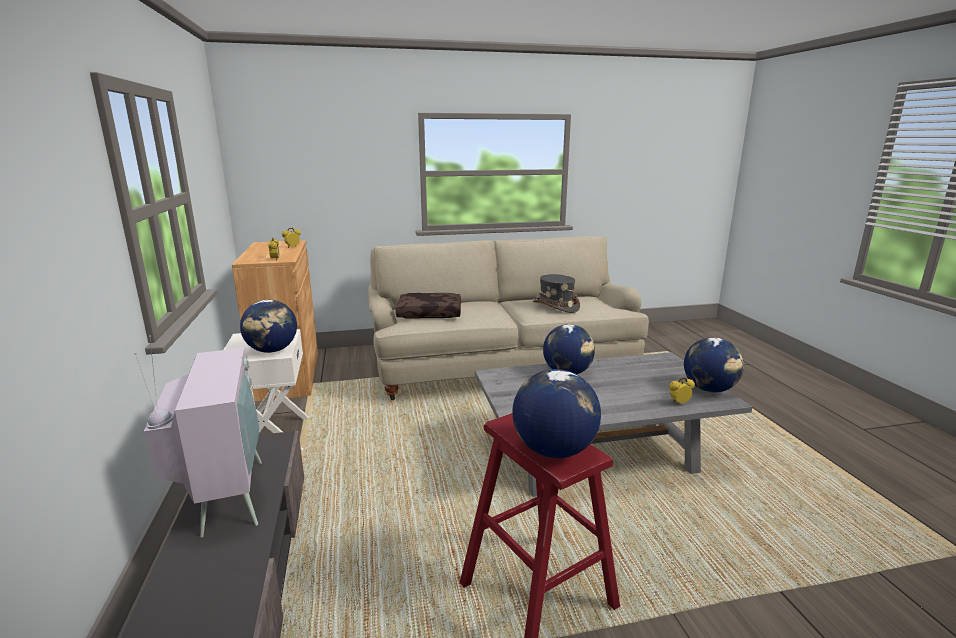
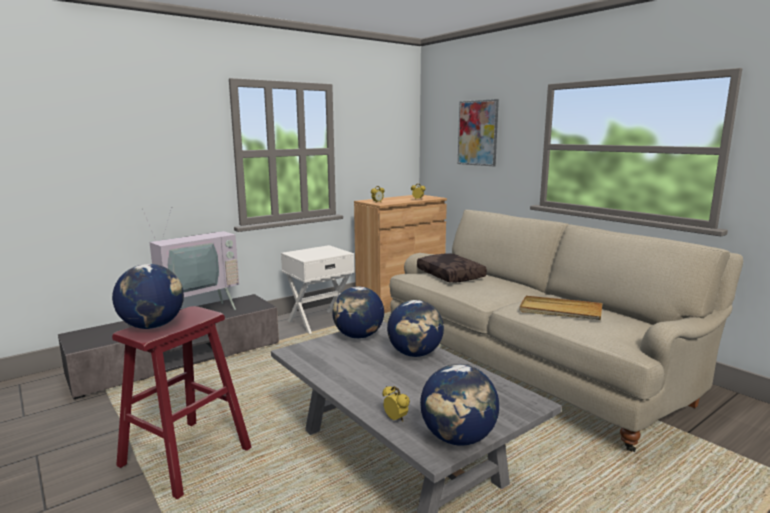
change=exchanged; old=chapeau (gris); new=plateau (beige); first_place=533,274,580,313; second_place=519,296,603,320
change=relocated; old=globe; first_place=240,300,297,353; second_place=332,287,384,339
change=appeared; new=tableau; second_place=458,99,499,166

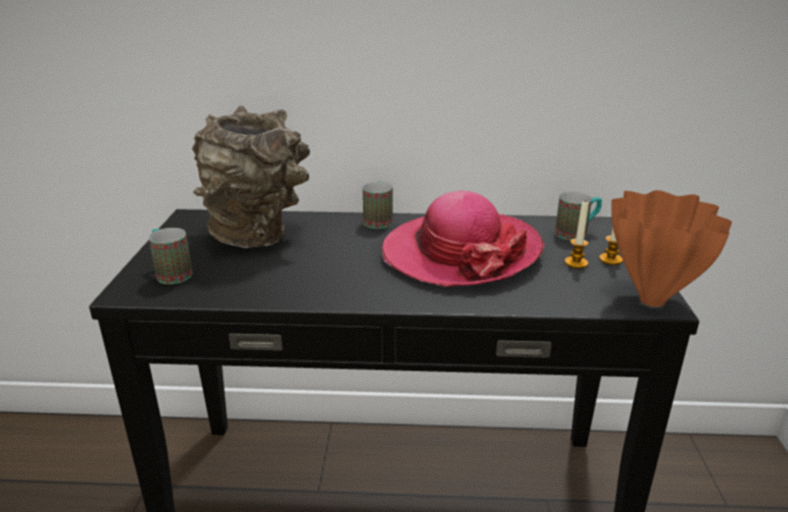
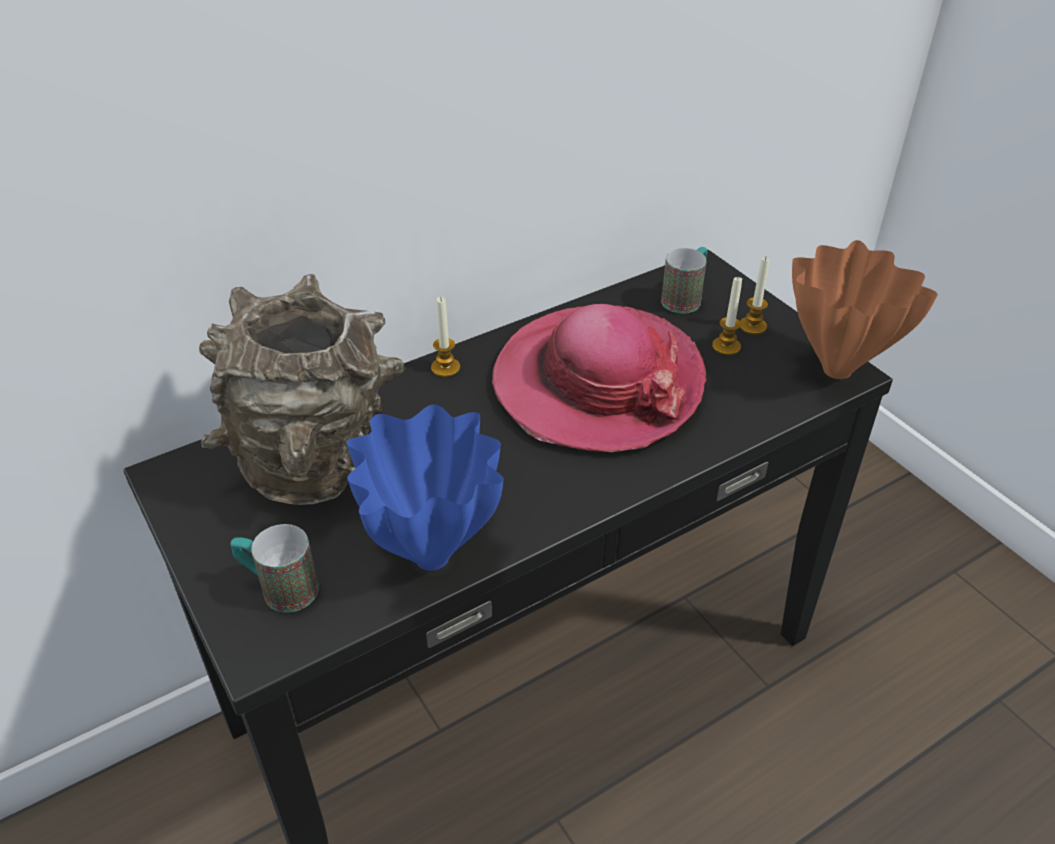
change=exchanged; old=mug; new=bougie; first_place=363,181,393,229; second_place=431,297,460,377
change=appeared; new=vase (bleu); second_place=347,404,504,571

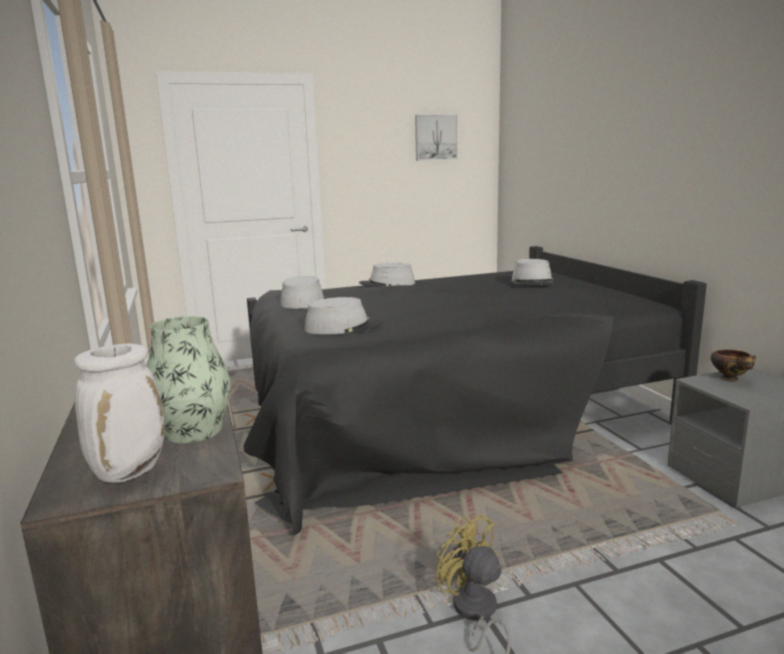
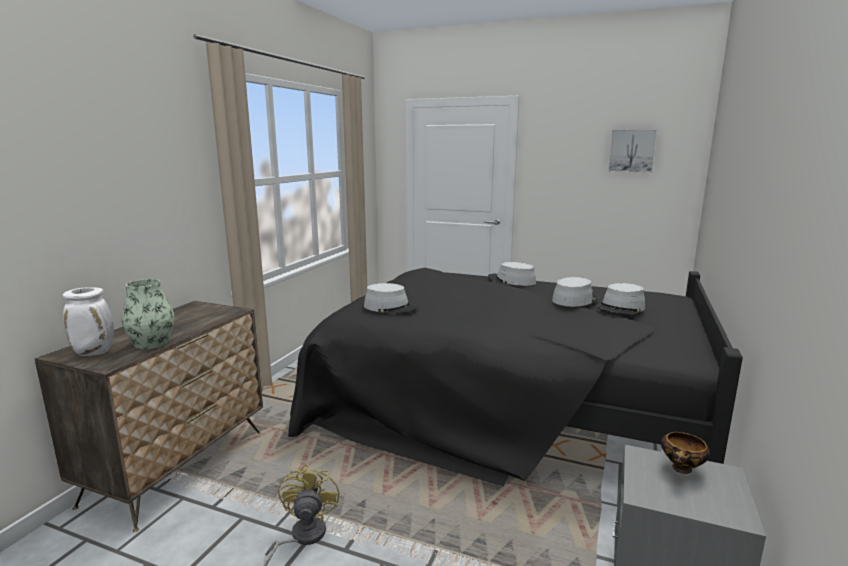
change=relocated; old=chapeau (gris); first_place=280,276,326,309; second_place=552,277,599,307

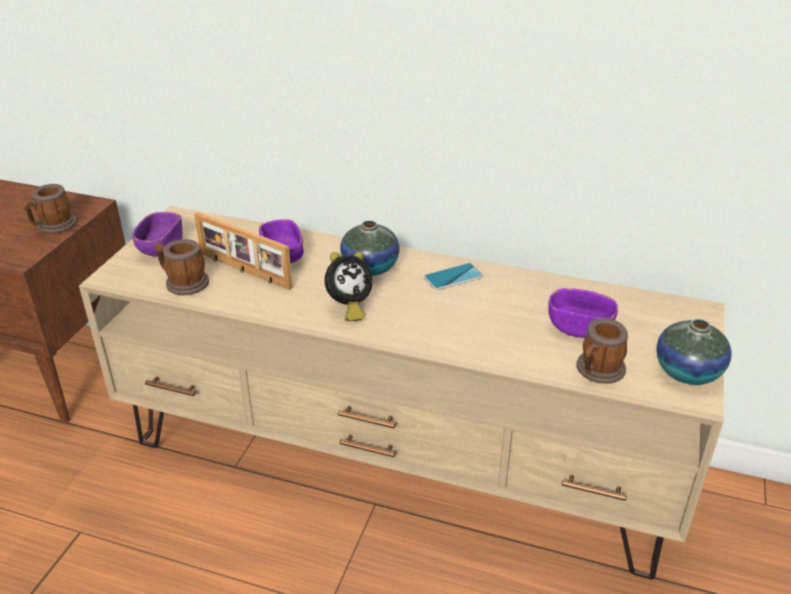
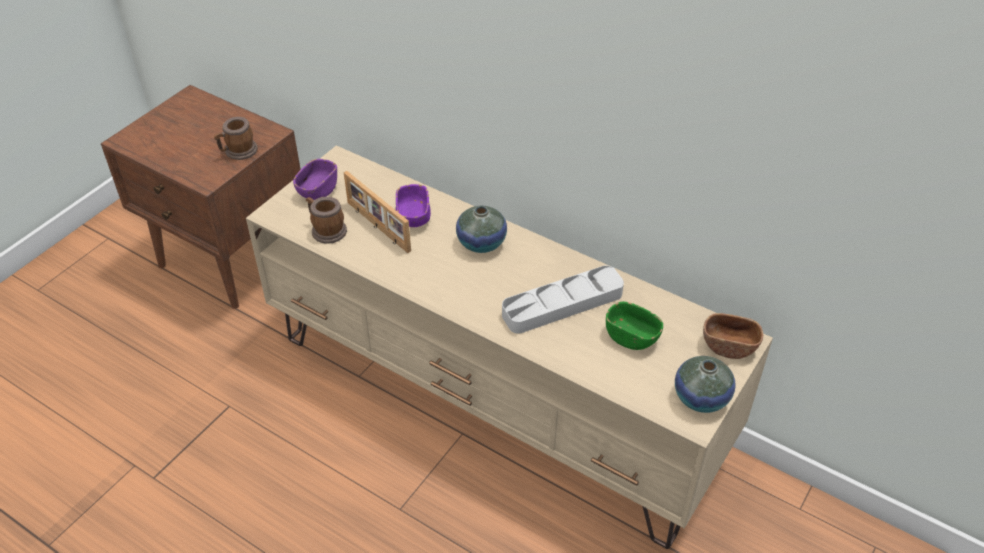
change=missing; old=réveil; first_place=325,252,373,321
change=missing; old=téléphone; first_place=424,263,483,290
change=colour; old=bol (violet); new=bol (vert); first_place=548,288,618,338; second_place=606,302,663,350
change=missing; old=mug; first_place=576,318,628,384
change=appeared; new=plateau (gris); second_place=502,265,624,333
change=appeared; new=bol (marron); second_place=703,313,763,359

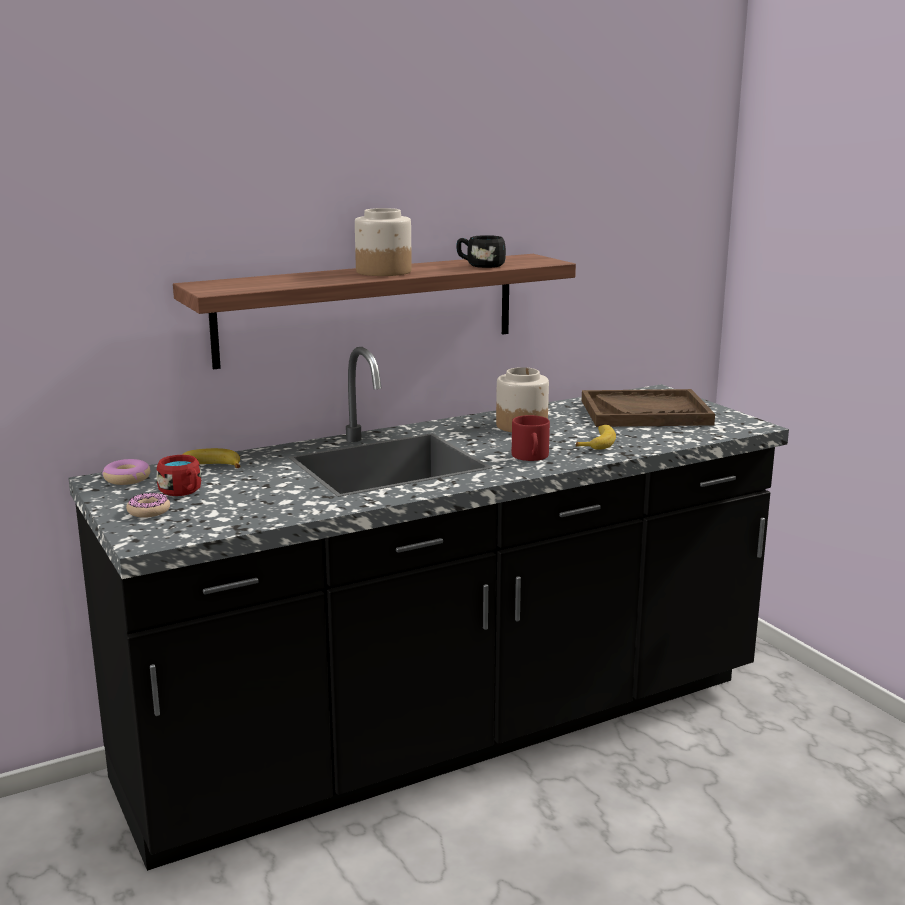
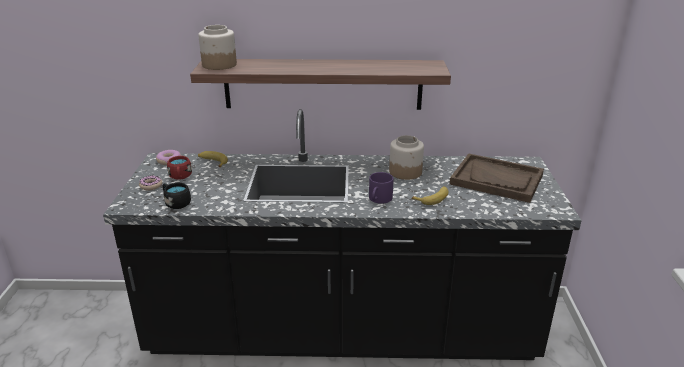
change=relocated; old=bocal; first_place=355,208,412,276; second_place=198,25,237,70
change=relocated; old=mug (noir); first_place=456,235,506,268; second_place=162,183,191,209
change=colour; old=mug (rouge); new=mug (violet); first_place=512,415,550,461; second_place=369,172,393,204

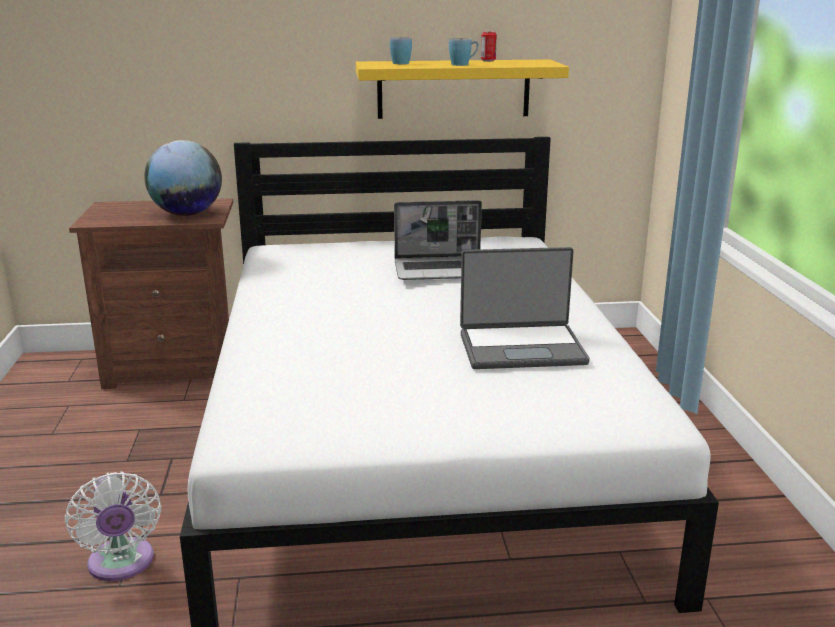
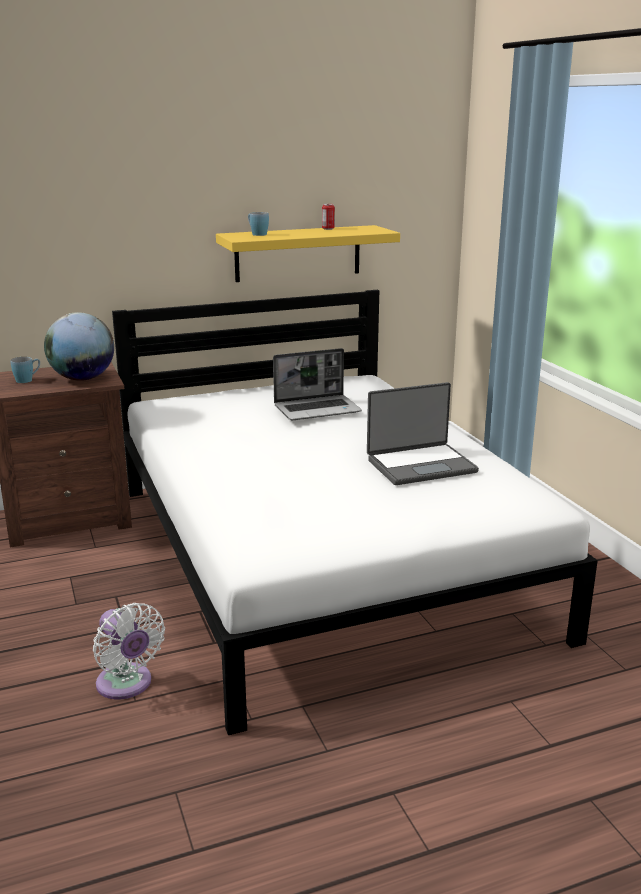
change=relocated; old=mug (bleu); first_place=449,38,479,66; second_place=10,357,40,383

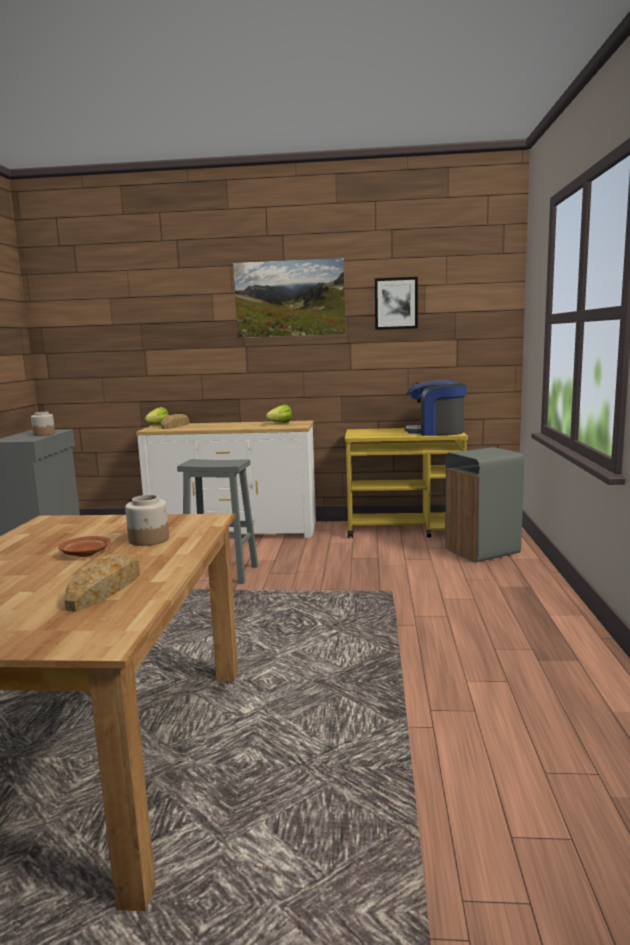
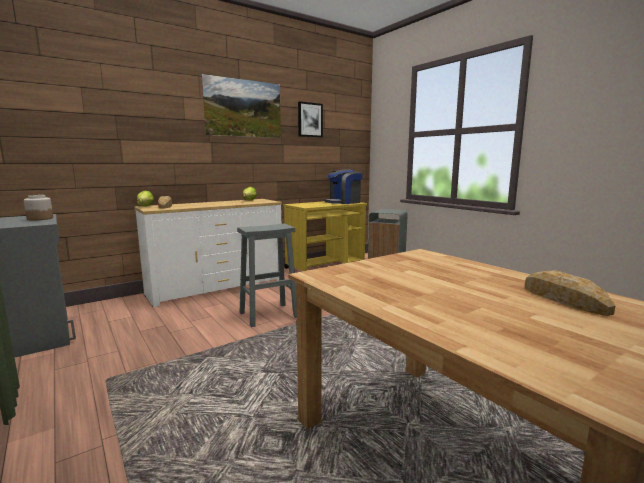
change=missing; old=bocal; first_place=125,495,169,546
change=missing; old=assiette (marron); first_place=58,536,111,557

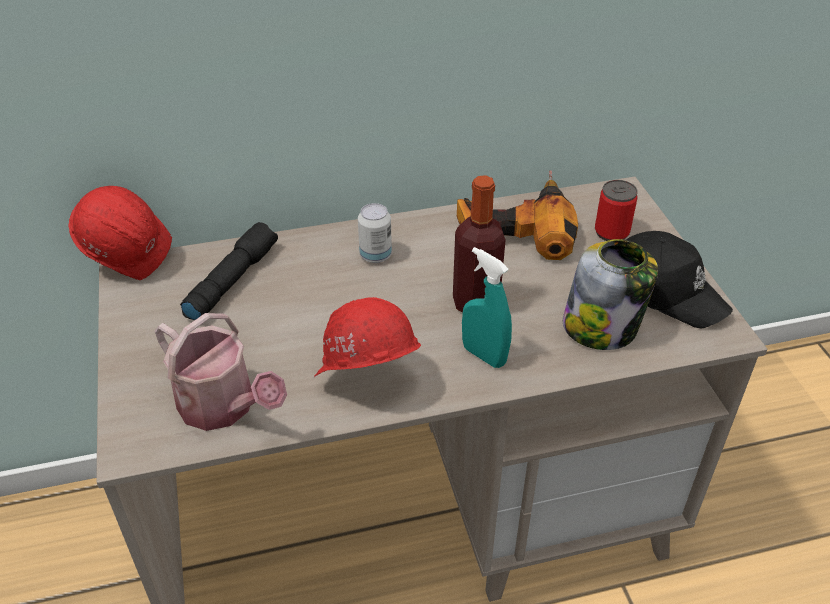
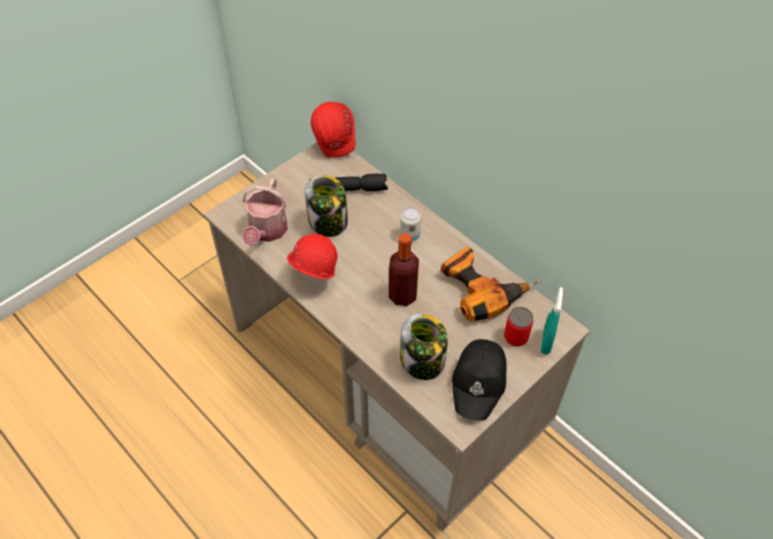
change=relocated; old=vaporisateur (turquoise); first_place=462,247,512,368; second_place=541,287,563,354
change=appeared; new=bocal; second_place=305,175,348,237

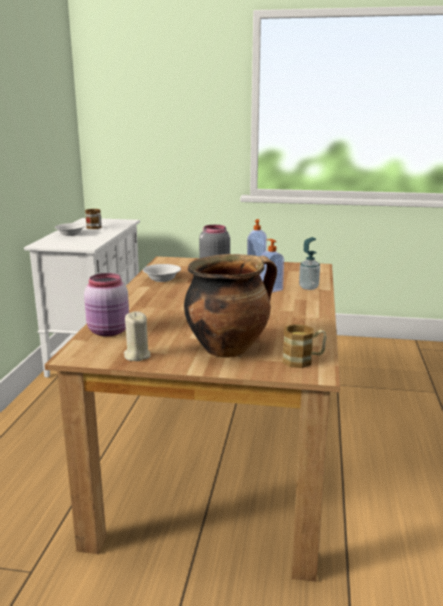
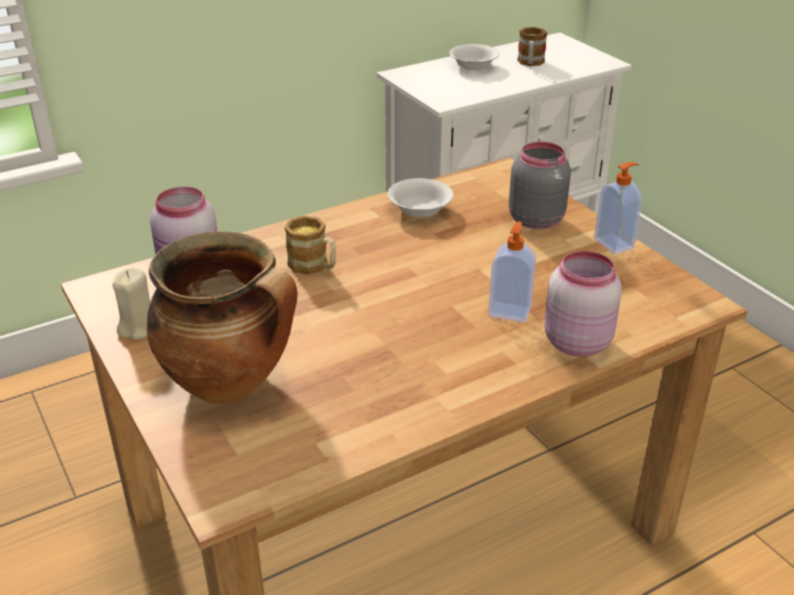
change=exchanged; old=distributeur de savon; new=bocal (rose); first_place=299,237,320,290; second_place=544,251,622,357
change=relocated; old=mug; first_place=282,324,327,368; second_place=285,215,336,275

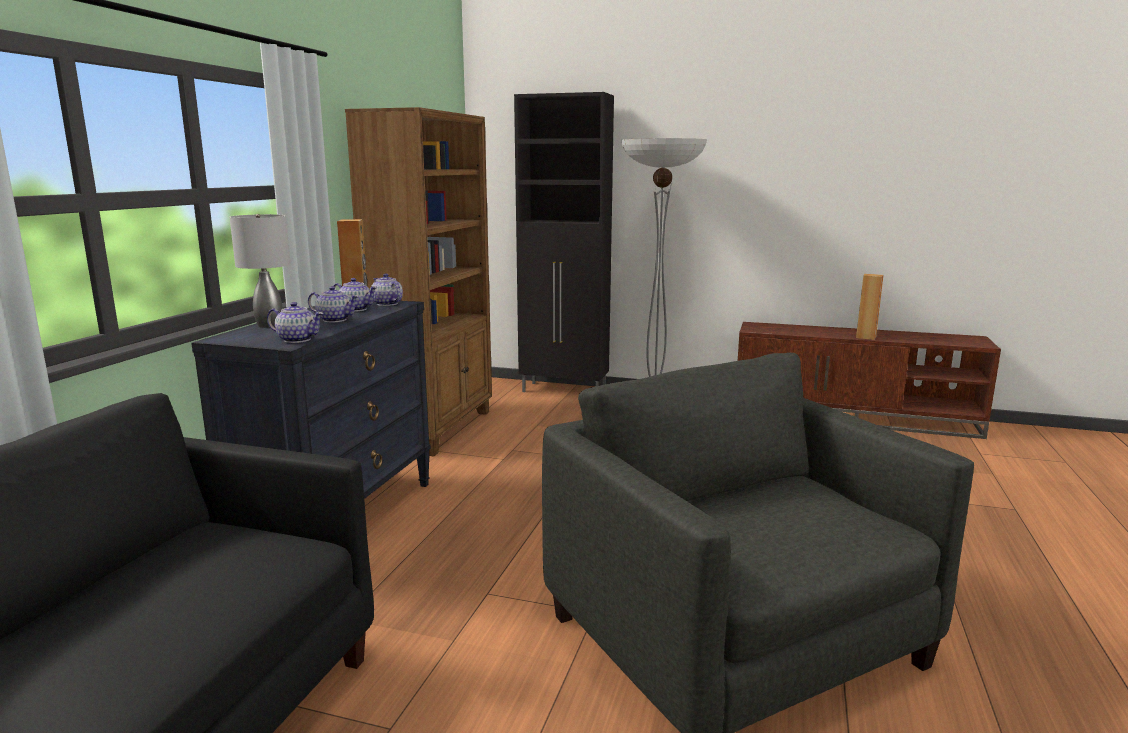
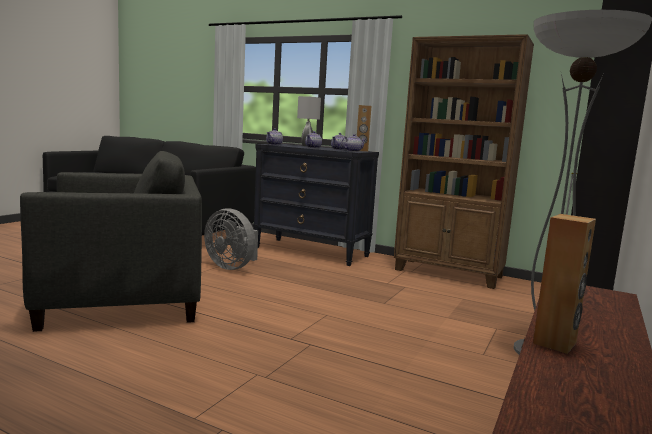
change=appeared; new=ventilateur (gris); second_place=204,208,258,270

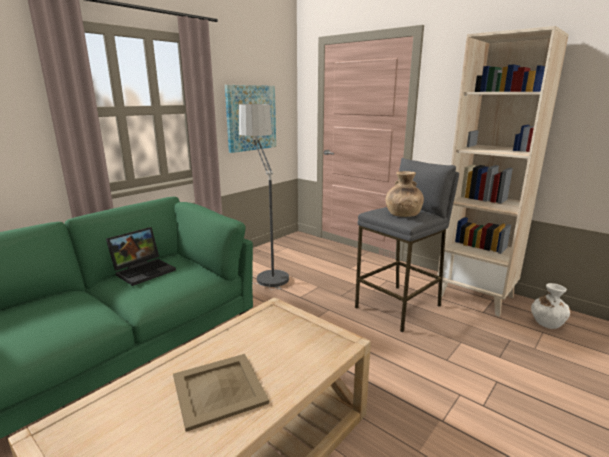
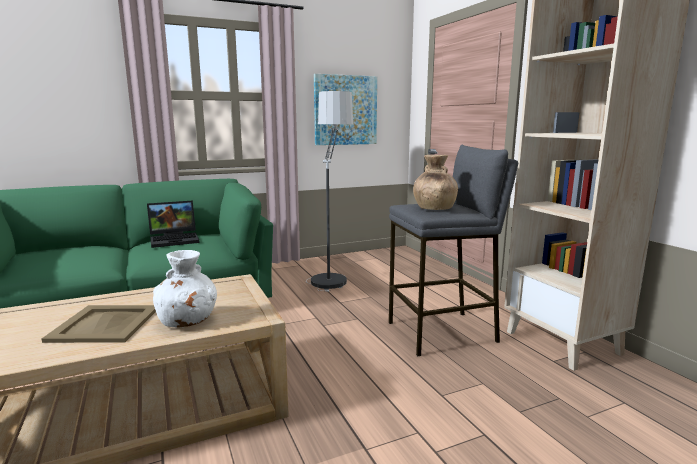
change=relocated; old=vase (blanc); first_place=531,283,571,329; second_place=153,250,217,327

